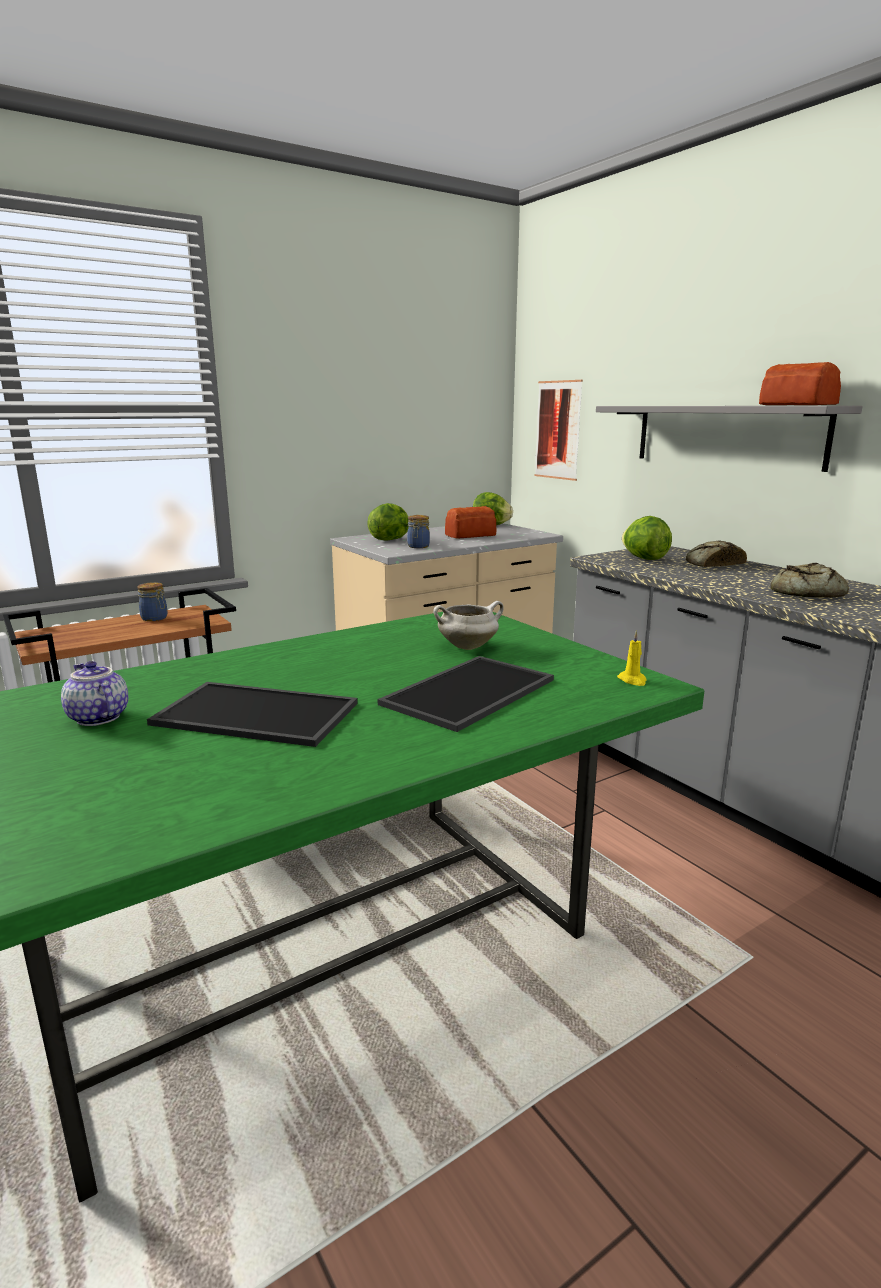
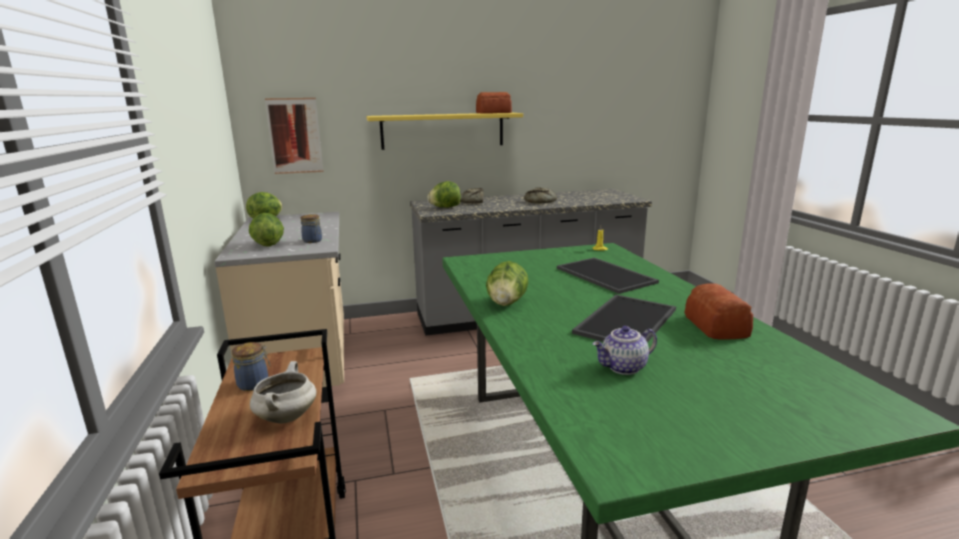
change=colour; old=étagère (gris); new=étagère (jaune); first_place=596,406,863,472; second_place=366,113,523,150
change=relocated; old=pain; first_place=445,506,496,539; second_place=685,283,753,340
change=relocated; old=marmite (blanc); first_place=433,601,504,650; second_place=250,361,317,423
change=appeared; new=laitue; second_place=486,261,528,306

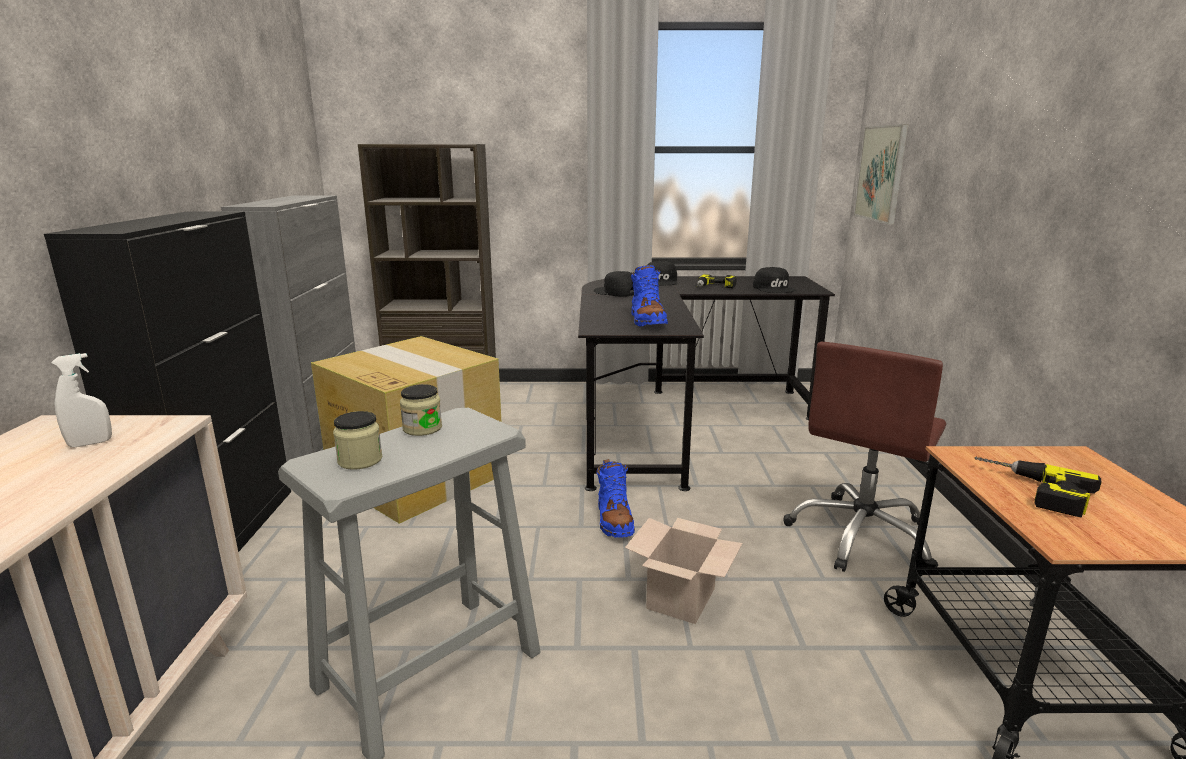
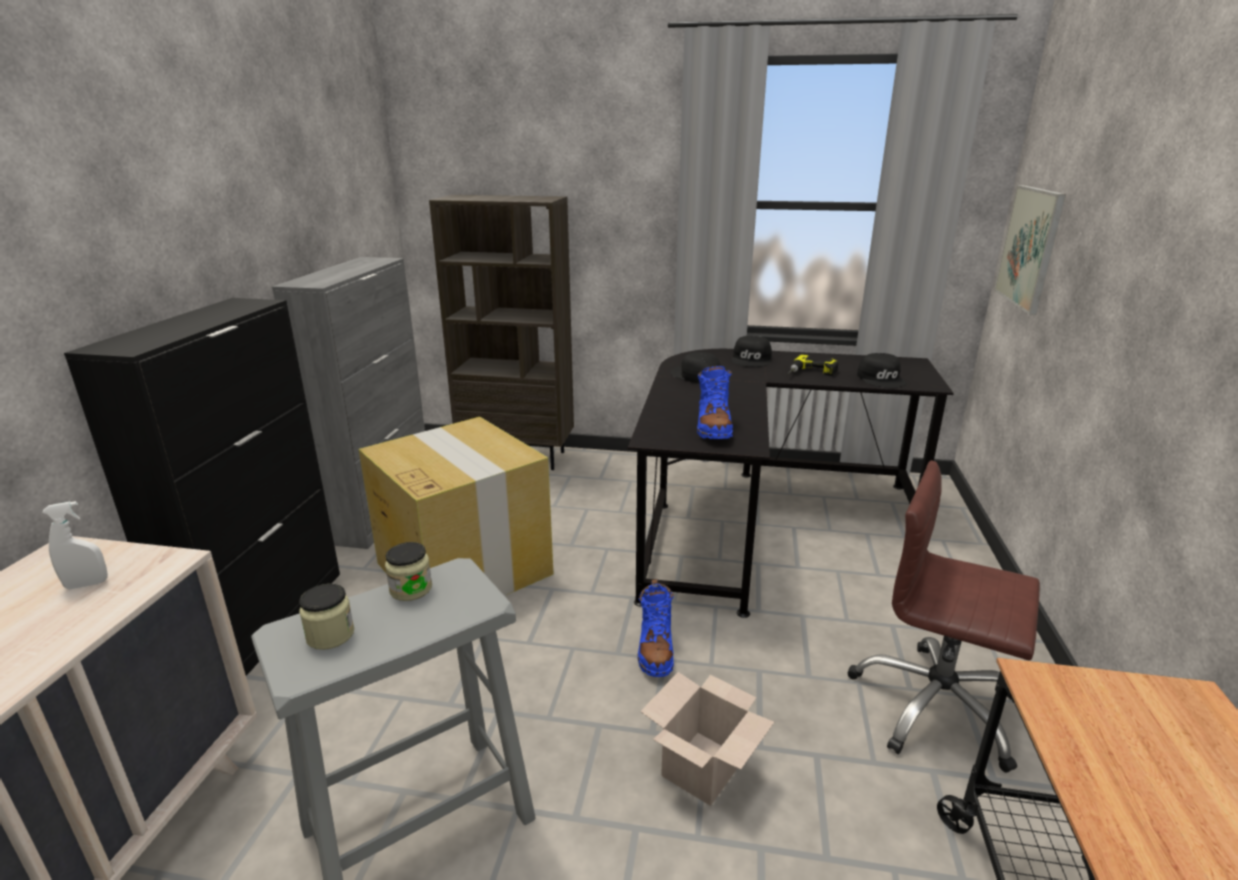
change=spun; old=chaise de bureau (marron); first_place=783,342,946,572; second_place=847,460,1040,773; degrees=75
change=missing; old=perceuse; first_place=975,457,1102,518

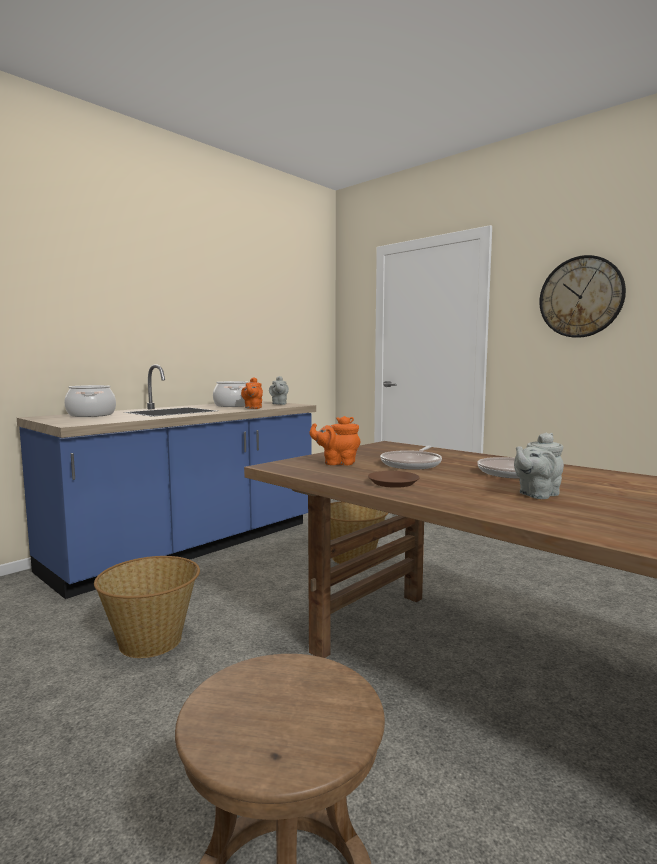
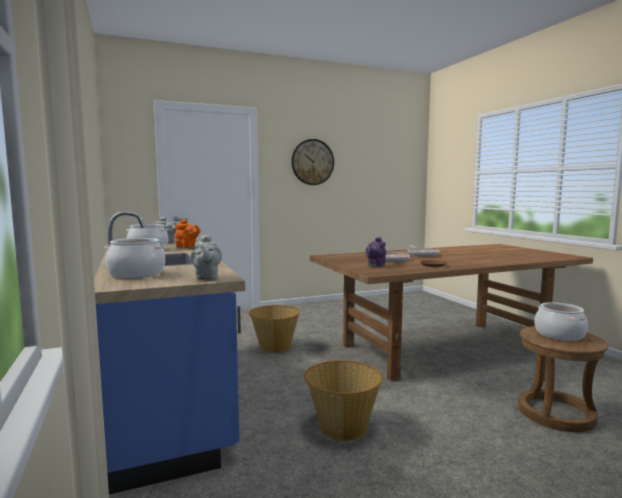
change=colour; old=théière (orange); new=théière (violet); first_place=309,416,360,465; second_place=365,237,386,267
change=relocated; old=théière (gris); first_place=514,433,564,499; second_place=190,234,222,280
change=appeared; new=marmite; second_place=534,302,588,341

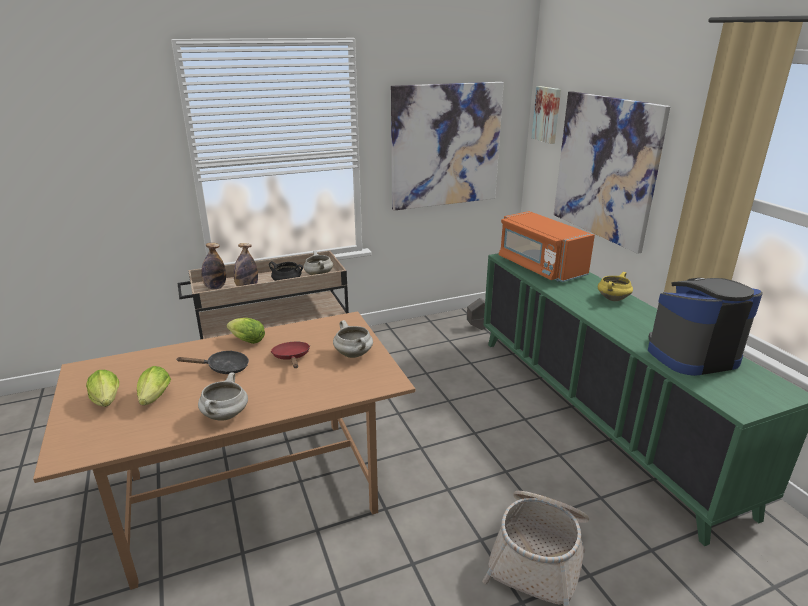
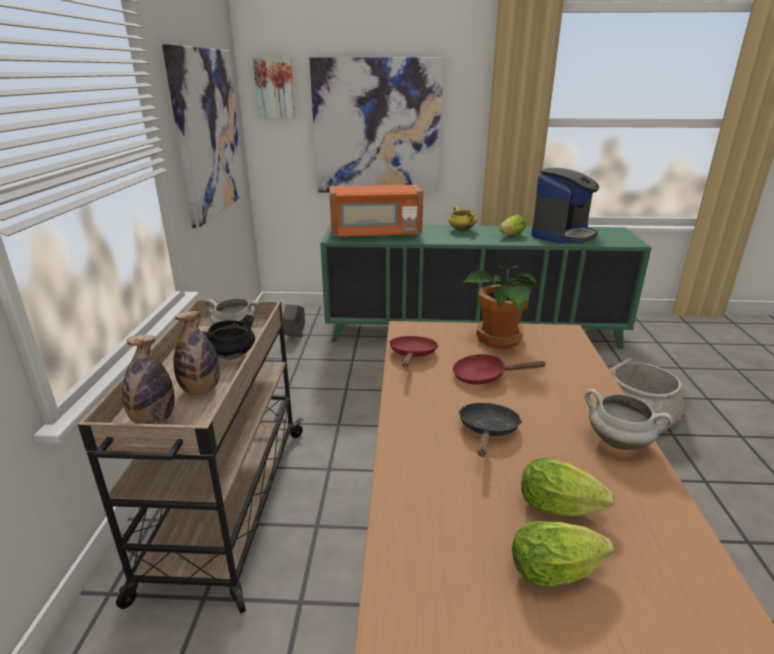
change=spun; old=machine à café; first_place=648,278,763,376; second_place=531,168,599,244; degrees=-150
change=relocated; old=laitue; first_place=227,318,265,344; second_place=499,215,526,235
change=exchanged; old=marmite (blanc); new=plante en pot; first_place=333,320,373,358; second_place=464,265,536,349
change=appeared; new=poêle (rouge); second_place=389,336,438,367

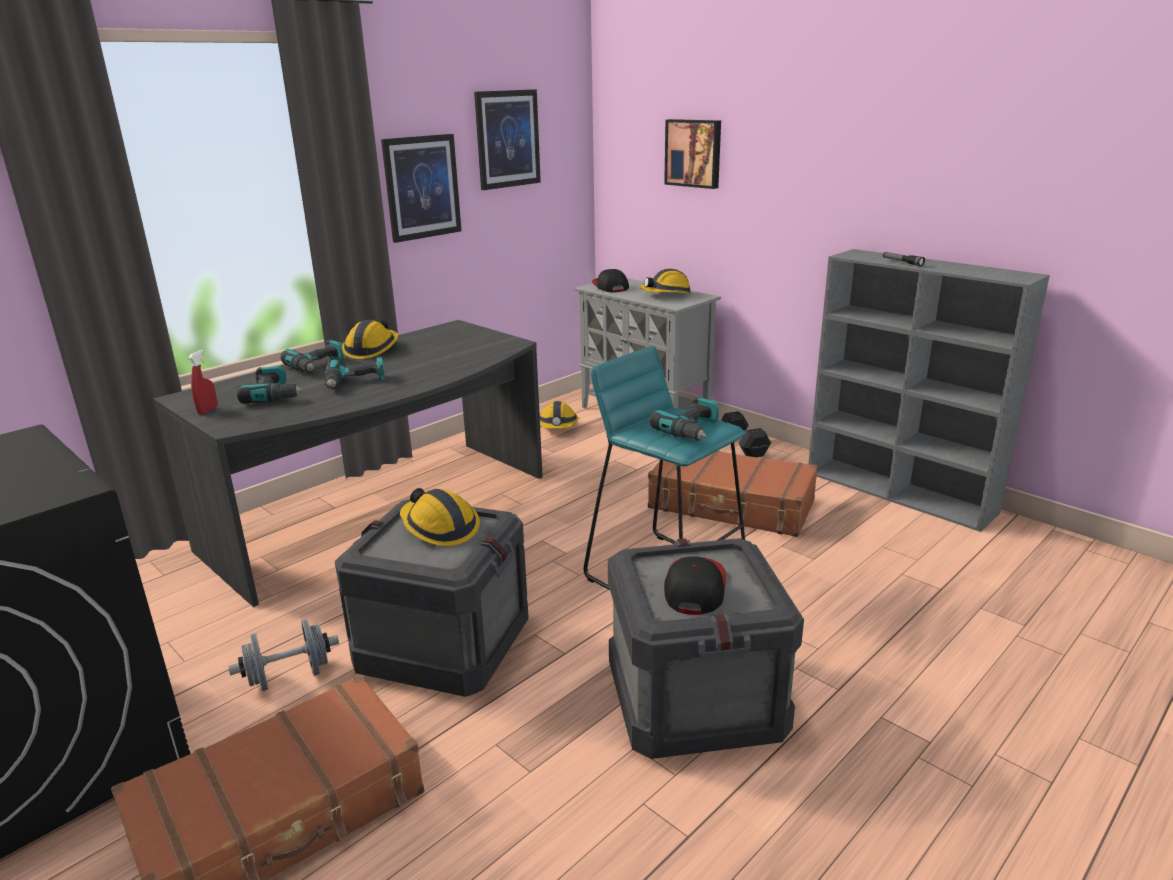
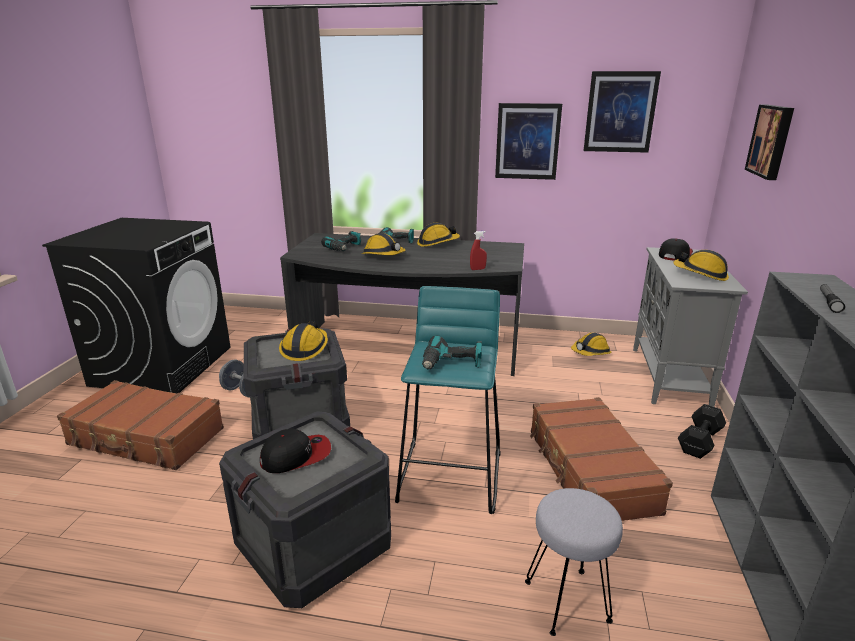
change=relocated; old=vaporisateur (rouge); first_place=188,350,217,414; second_place=470,231,487,270
change=exchanged; old=perceuse; new=casque de chantier; first_place=324,356,385,389; second_place=361,233,406,255
change=appeared; new=tabouret (gris); second_place=525,488,623,636

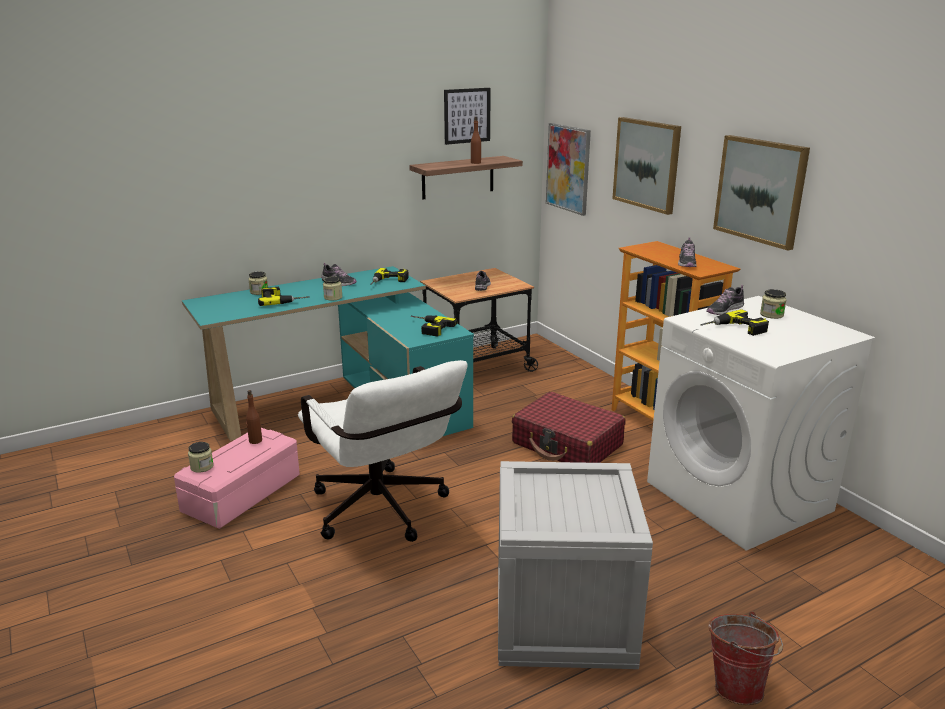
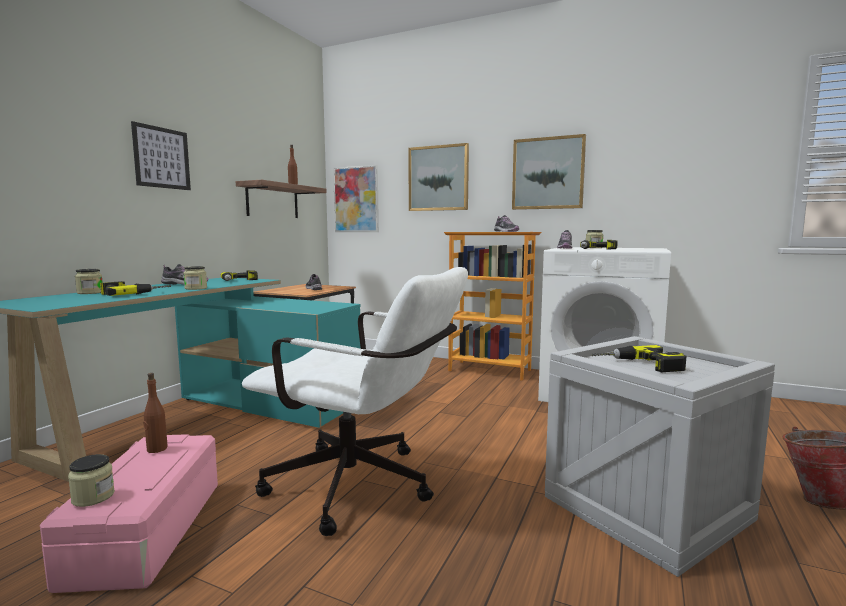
change=relocated; old=tableau; first_place=444,88,491,145; second_place=131,121,191,190
change=relocated; old=perceuse; first_place=411,315,457,337; second_place=592,345,687,373
change=missing; old=valise (rouge); first_place=512,392,625,463

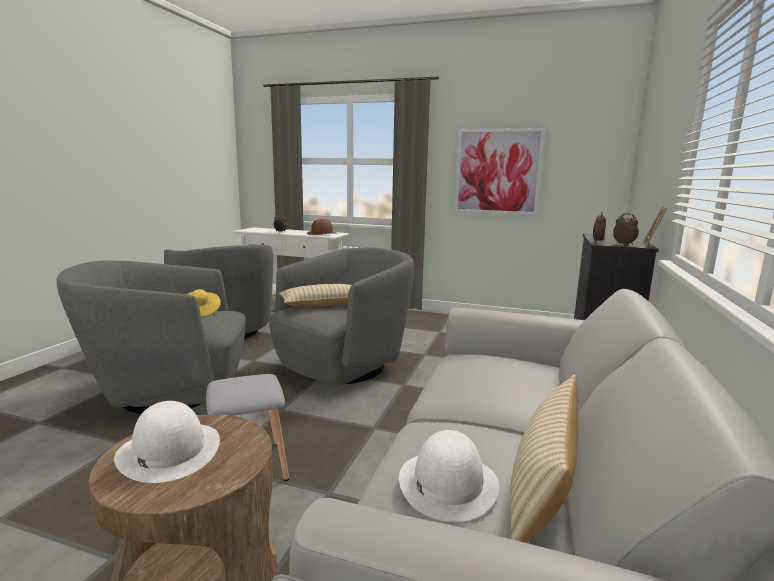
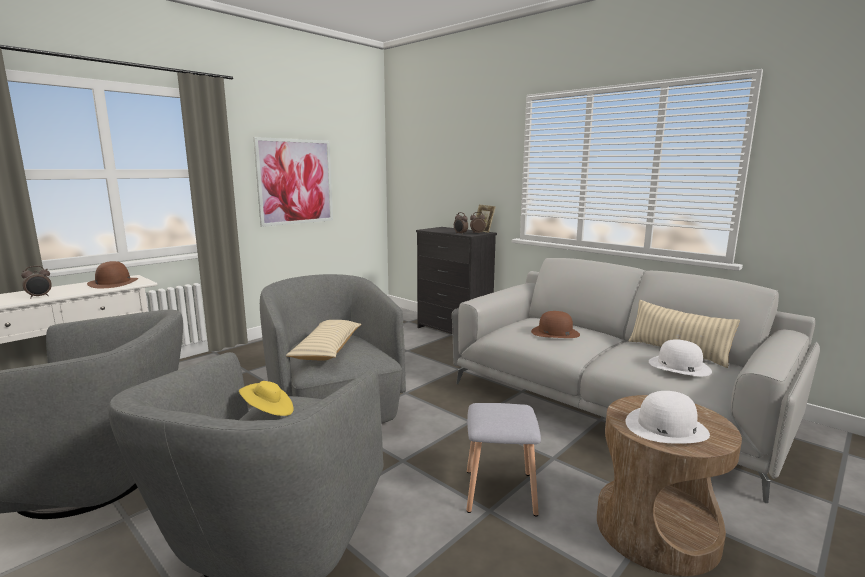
change=appeared; new=chapeau (marron); second_place=531,311,580,338

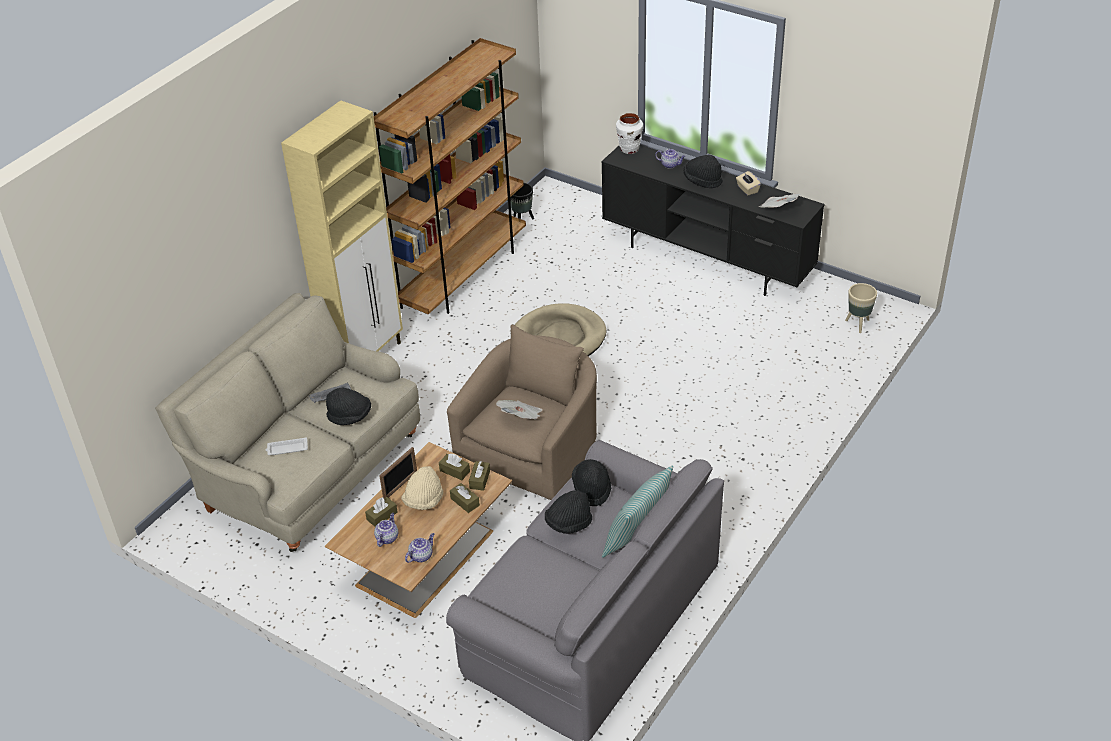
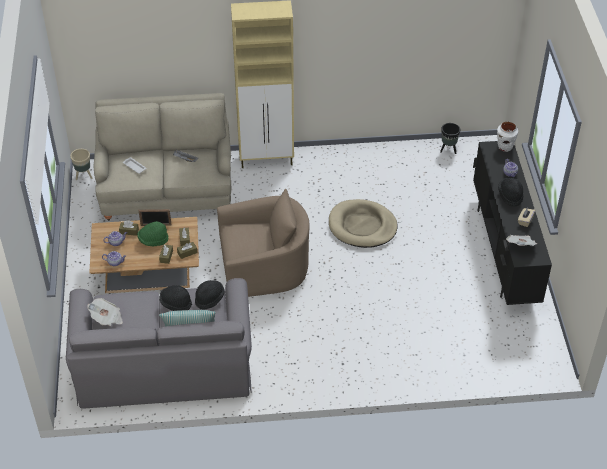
change=missing; old=bibliothèque (marron); first_place=374,38,526,315
change=relocated; old=cache-pot (beige); first_place=845,283,877,333; second_place=70,149,92,180
change=missing; old=chapeau (noir); first_place=326,388,371,425
change=relocated; old=journal; first_place=496,400,543,419; second_place=87,298,123,326
change=colour; old=chapeau (beige); new=chapeau (vert); first_place=401,466,443,510; second_place=137,221,169,246

